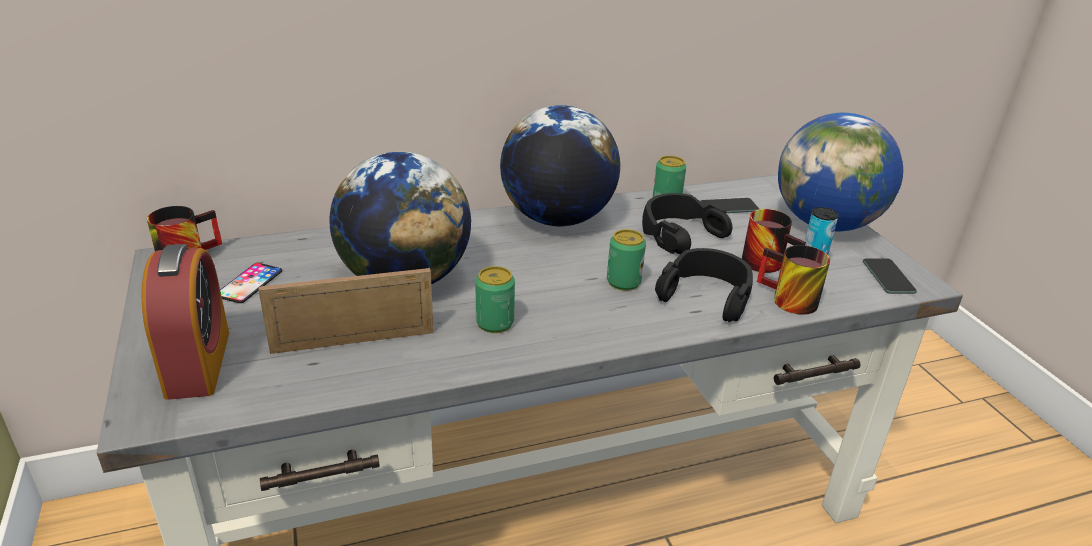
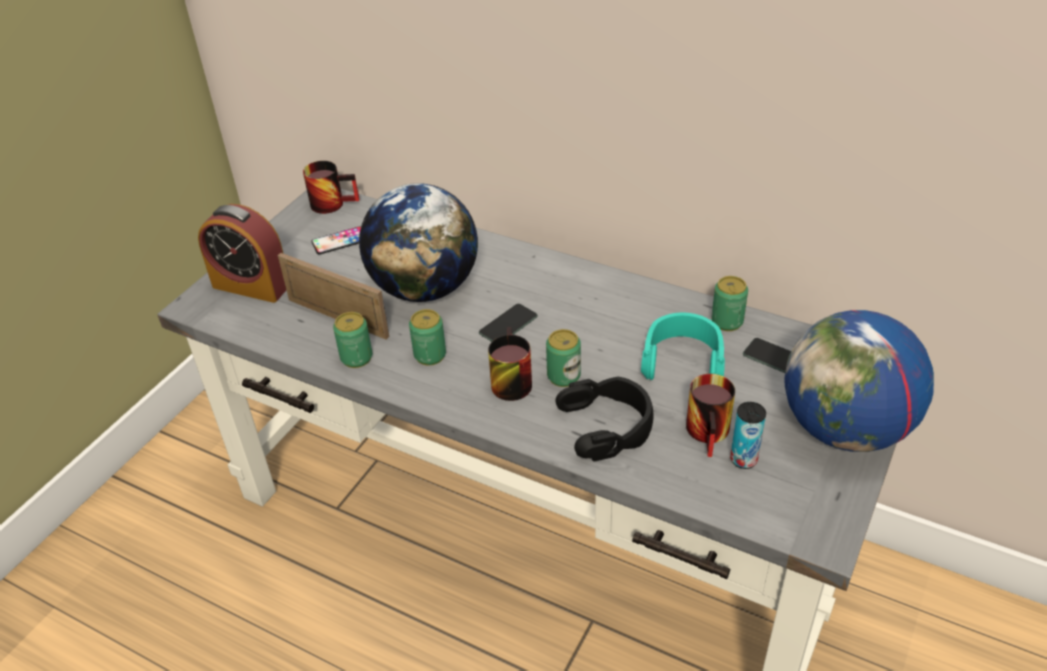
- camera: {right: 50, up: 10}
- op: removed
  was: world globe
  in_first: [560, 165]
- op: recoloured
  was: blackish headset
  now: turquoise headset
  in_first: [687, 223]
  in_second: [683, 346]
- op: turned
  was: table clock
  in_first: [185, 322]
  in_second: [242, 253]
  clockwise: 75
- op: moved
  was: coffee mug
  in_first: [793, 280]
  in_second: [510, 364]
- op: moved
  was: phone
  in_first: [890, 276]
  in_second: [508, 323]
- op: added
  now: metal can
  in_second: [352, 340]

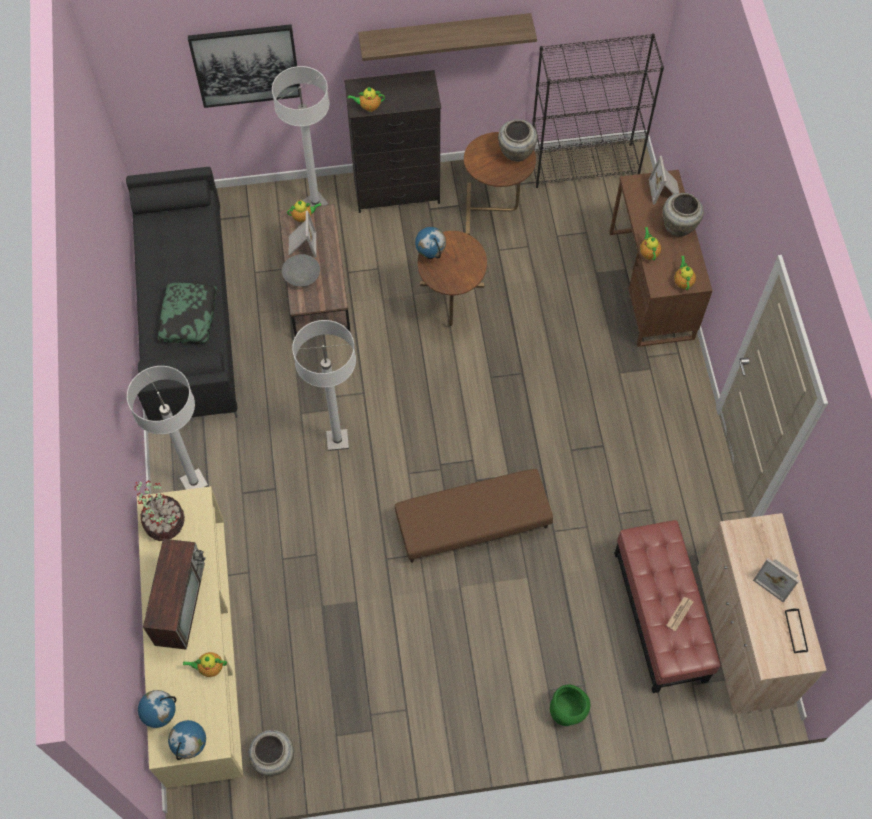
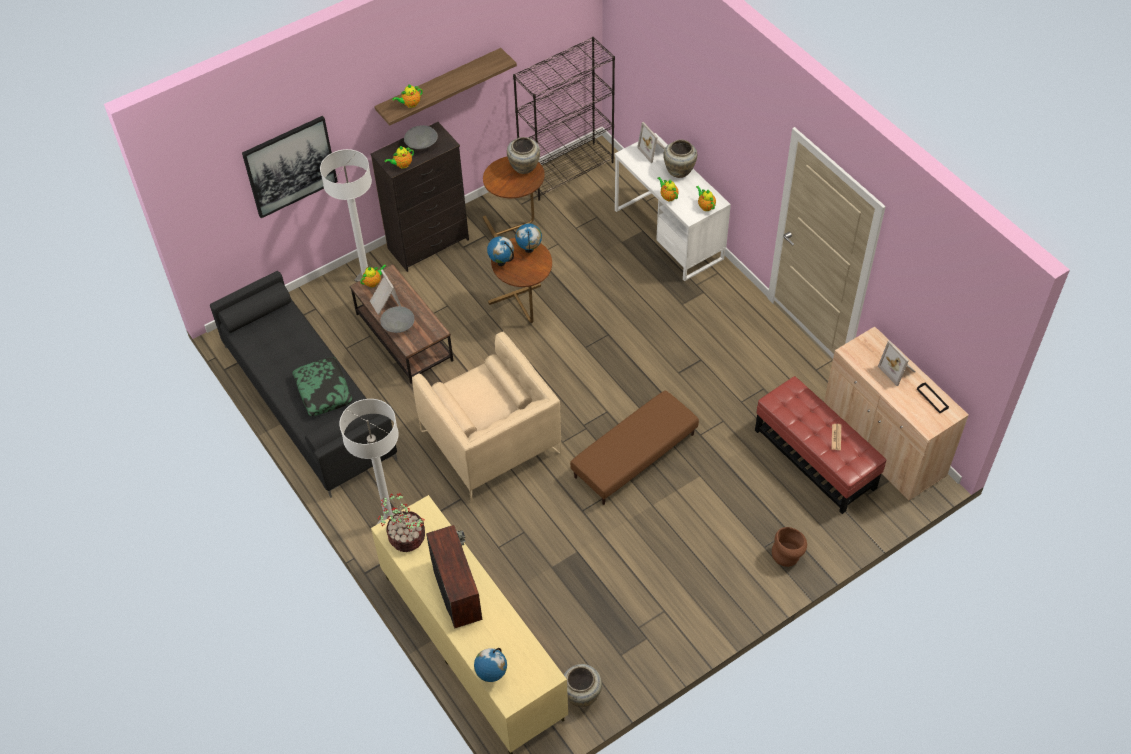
- camera: {right: -25, up: -10}
- op: recoloured
  was: brownish desk table
  now: white desk table
  in_first: [660, 258]
  in_second: [672, 207]
- op: replaced
  was: white standard lamp
  now: beige lounge chair
  in_first: [324, 385]
  in_second: [486, 417]
- op: turned
  was: standing frame
  in_first: [776, 580]
  in_second: [896, 363]
  clockwise: 45
- op: moved
  was: pot for tea
  in_first: [205, 664]
  in_second: [407, 96]
- op: recoloured
  was: green flower vase
  now: brownish flower vase
  in_first: [570, 705]
  in_second: [789, 547]
- op: moved
  was: world globe
  in_first: [187, 740]
  in_second: [528, 238]
- op: added
  now: greyish deep dish
  in_second: [421, 137]

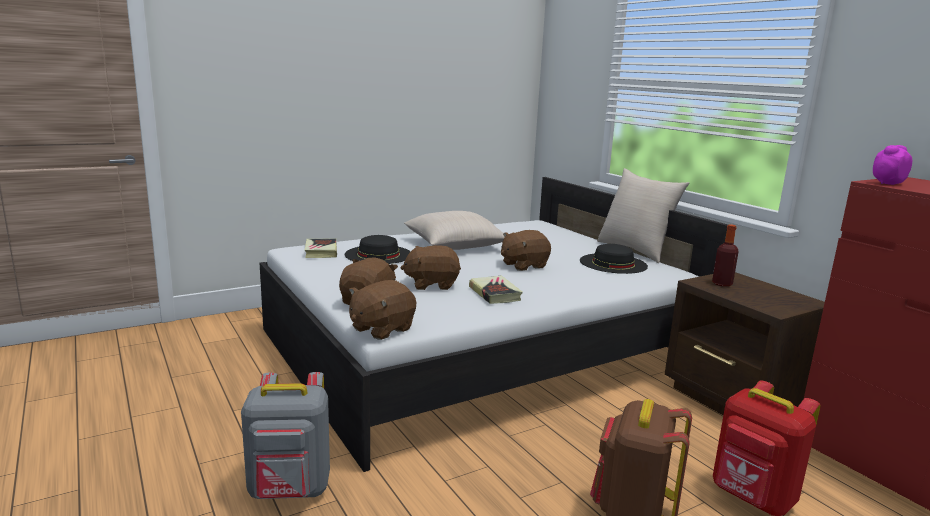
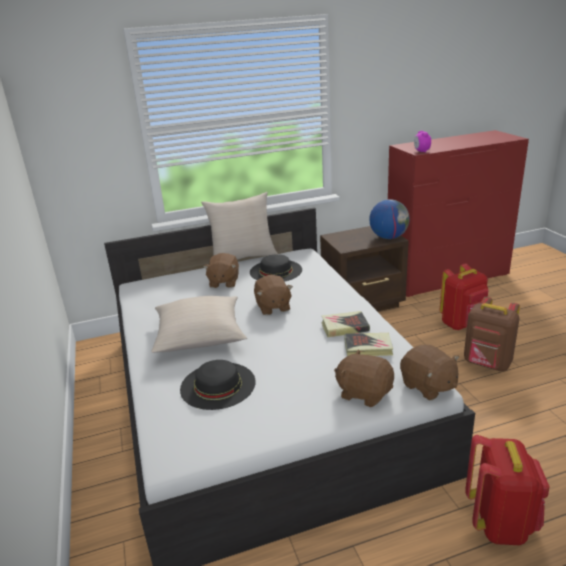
- camera: {right: -75, up: 10}
- op: removed
  was: bottle
  in_first: [725, 255]
- op: moved
  was: book
  in_first: [321, 248]
  in_second: [368, 344]
- op: moved
  was: brownish cuddly toy
  in_first: [430, 267]
  in_second: [221, 270]
- op: recoloured
  was: greyish knapsack
  now: red-coloured knapsack
  in_first: [285, 435]
  in_second: [507, 490]
- op: added
  now: world globe
  in_second: [389, 219]

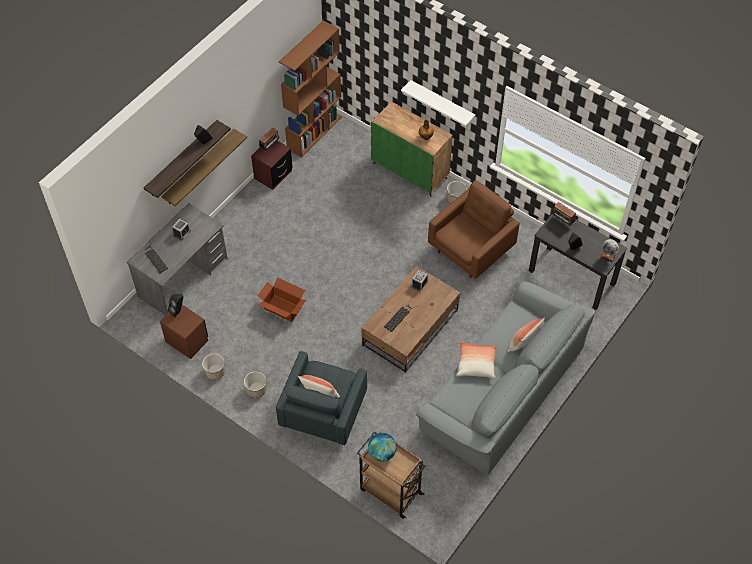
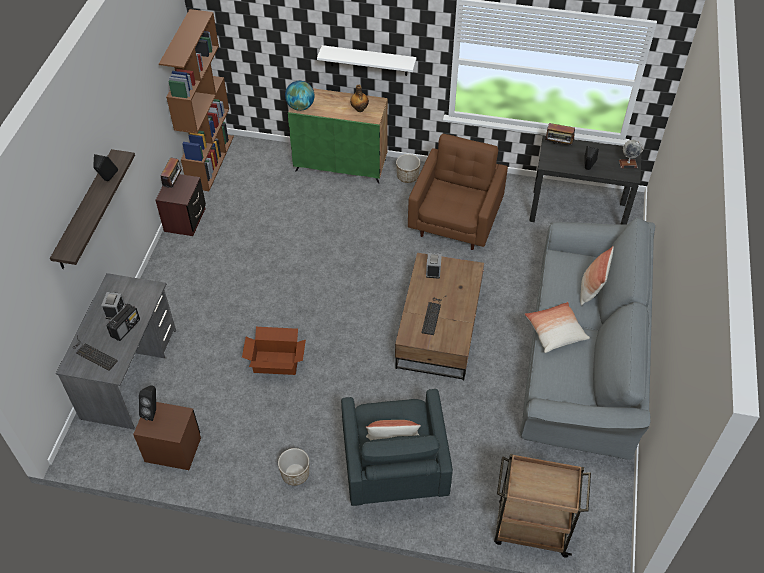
- camera: {right: -25, up: -5}
- op: removed
  was: shelf
  in_first: [204, 167]
- op: removed
  was: plant pot
  in_first: [213, 366]
- op: moved
  was: world globe
  in_first: [382, 447]
  in_second: [300, 96]
- op: added
  now: radio receiver
  in_second: [123, 322]

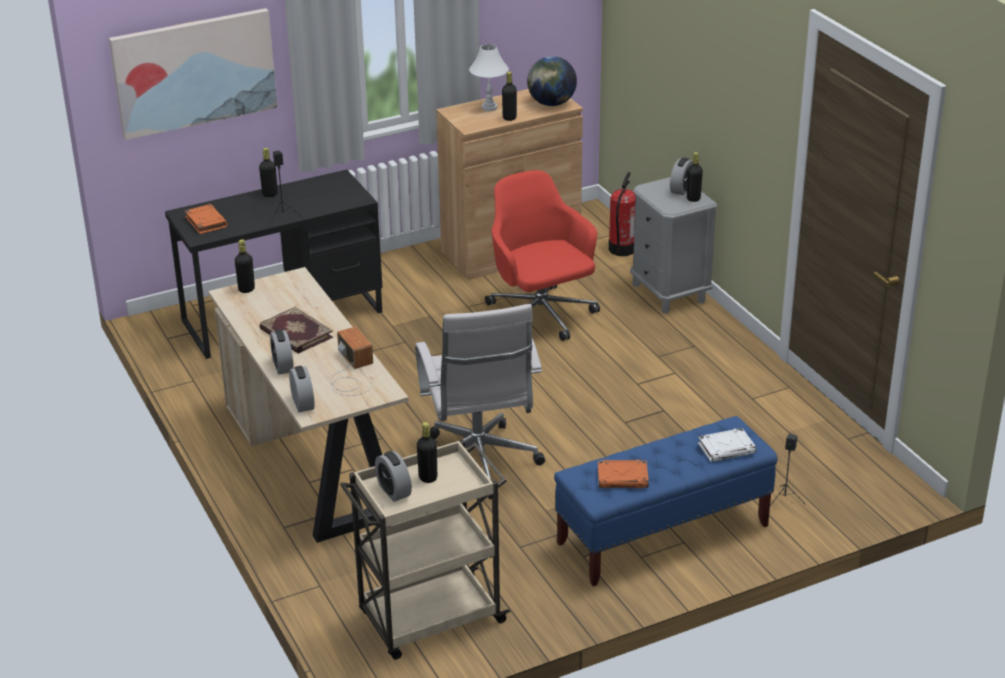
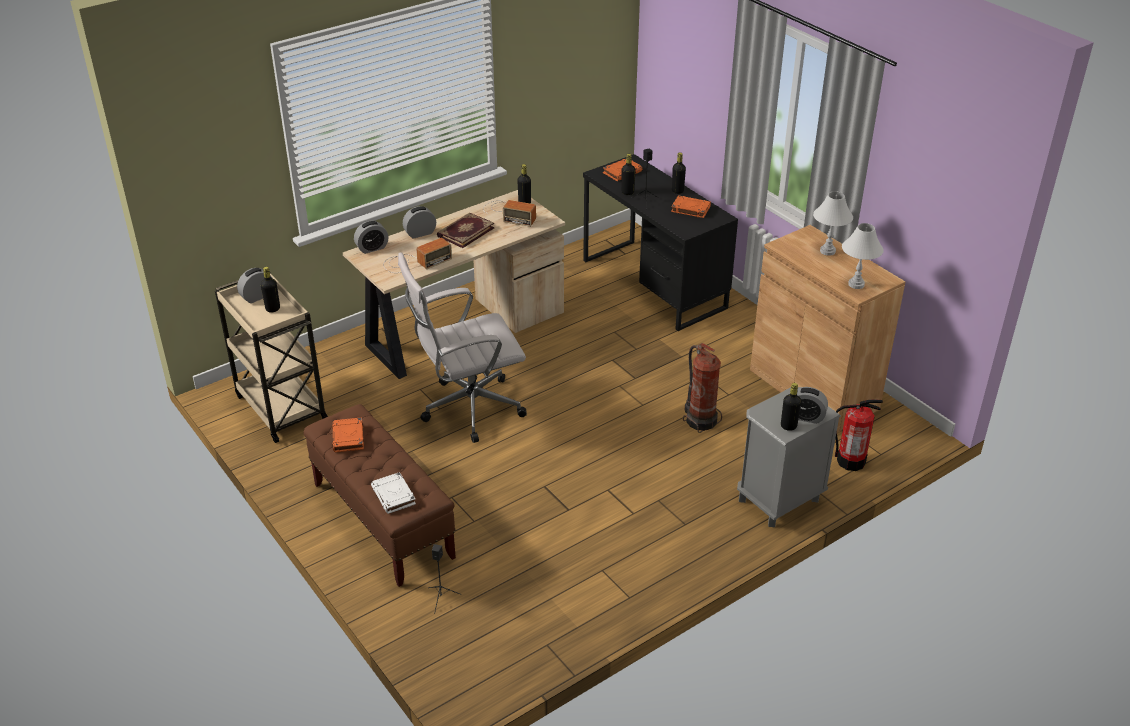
- camera: {right: 80, up: 5}
- op: removed
  was: wall art
  in_first: [193, 74]
- op: replaced
  was: world globe
  now: white tabletop lamp
  in_first: [552, 81]
  in_second: [863, 256]
- op: moved
  was: blackish bottle
  in_first: [509, 96]
  in_second: [628, 174]
- op: replaced
  was: red-coloured office chair
  now: fire extinguisher
  in_first: [542, 255]
  in_second: [702, 388]
- op: recoloured
  was: blue indoor bench
  now: brownish indoor bench
  in_first: [665, 501]
  in_second: [379, 495]
- op: added
  now: orange book
  in_second: [691, 206]
- op: added
  now: radio receiver
  in_second: [509, 213]

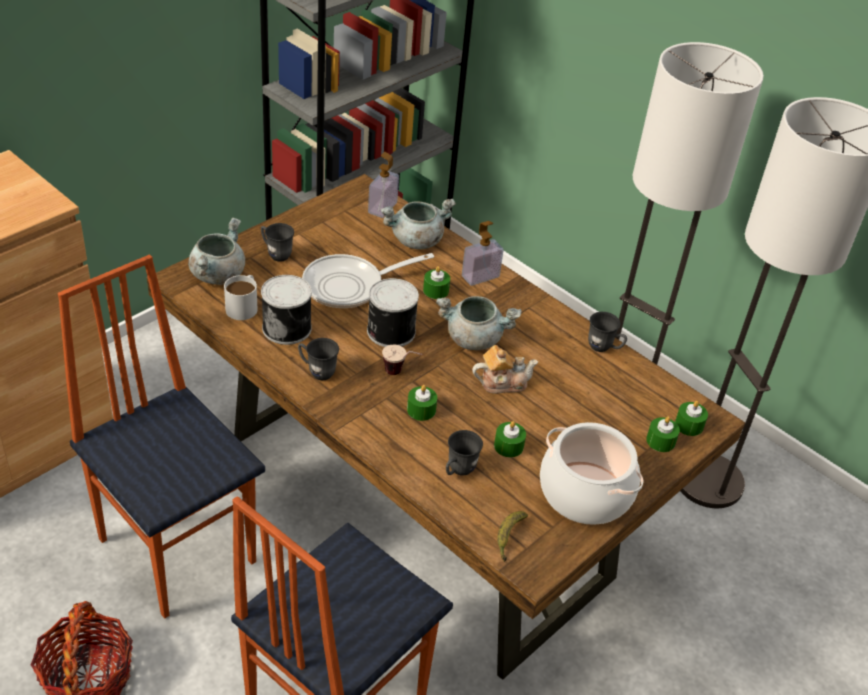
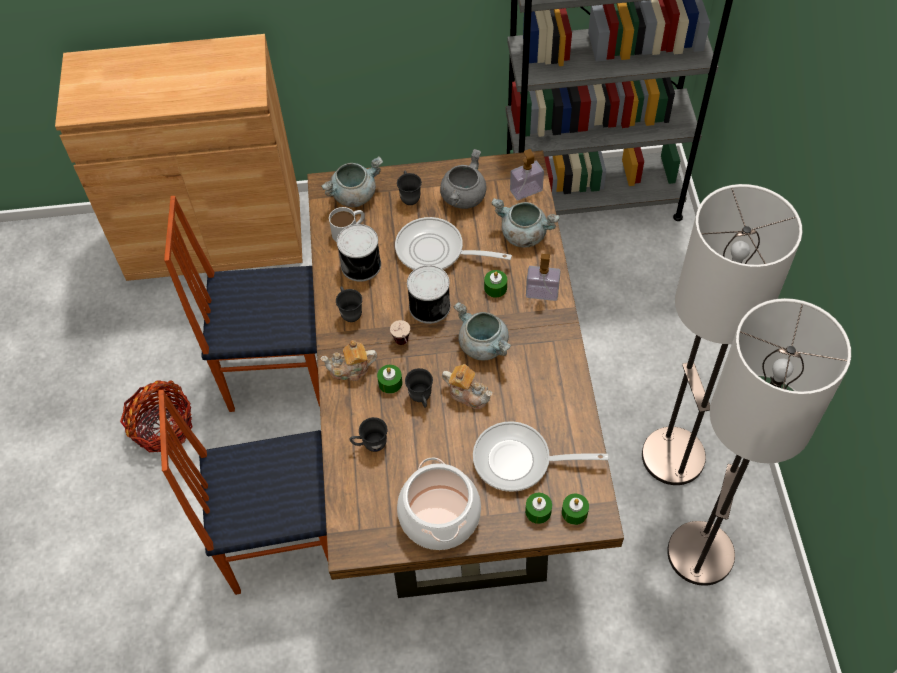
- camera: {right: 45, up: 15}
- op: turned
  was: plain chair
  in_first: [161, 436]
  in_second: [242, 304]
  clockwise: -90
- op: moved
  was: greyish coffee mug
  in_first: [607, 332]
  in_second: [419, 388]
- op: removed
  was: green candle
  in_first: [510, 439]
- op: removed
  was: banana
  in_first: [512, 536]
- op: added
  now: greyish cooking pot
  in_second: [463, 179]
- op: added
  now: pot for tea
  in_second: [348, 360]
- op: added
  now: frying pan
  in_second: [540, 456]

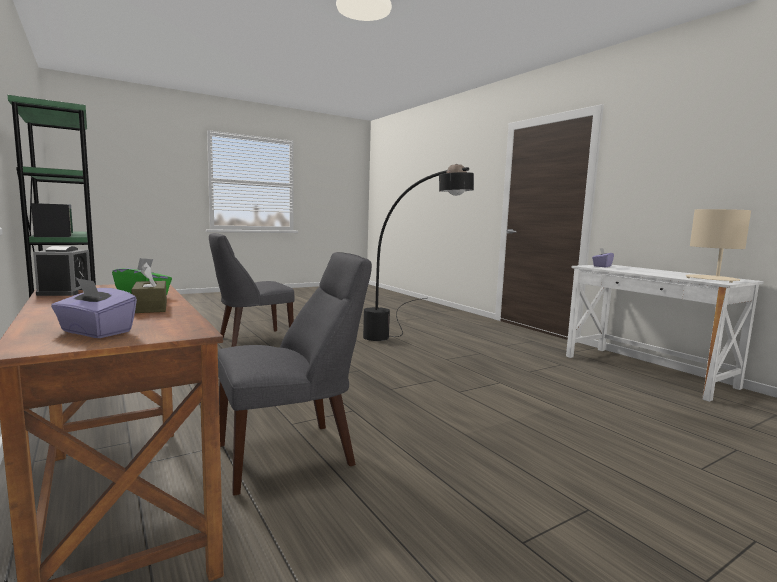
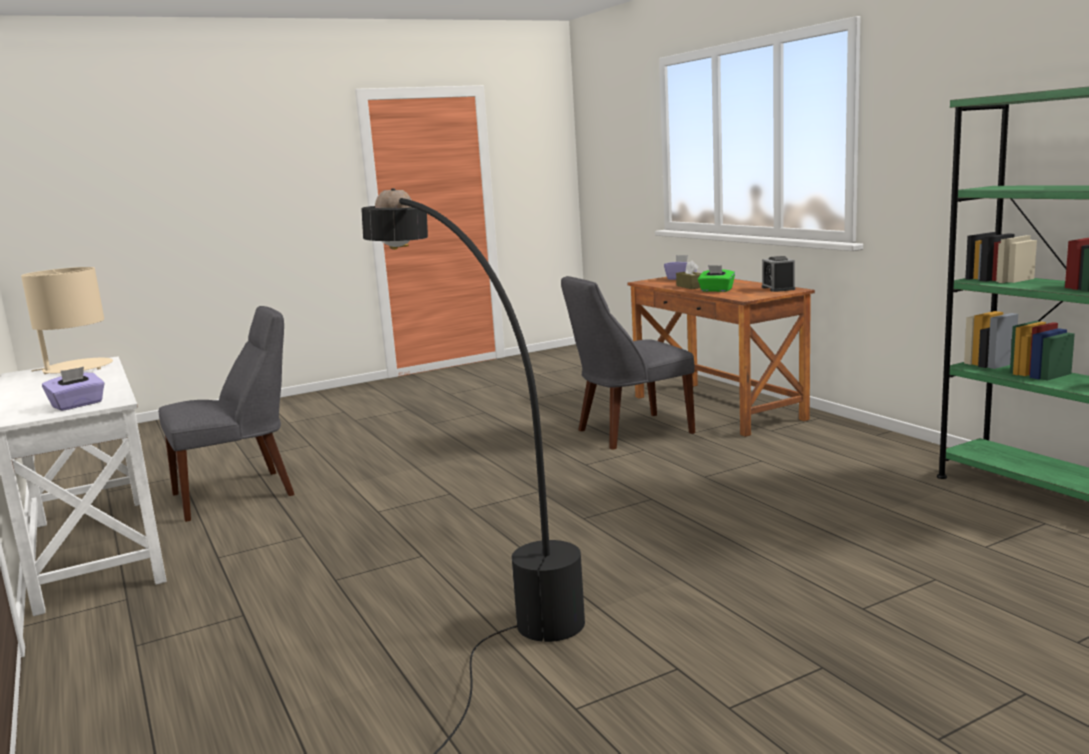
- camera: {right: -175, up: 5}
- op: moved
  was: greyish plain chair
  in_first: [252, 290]
  in_second: [226, 414]

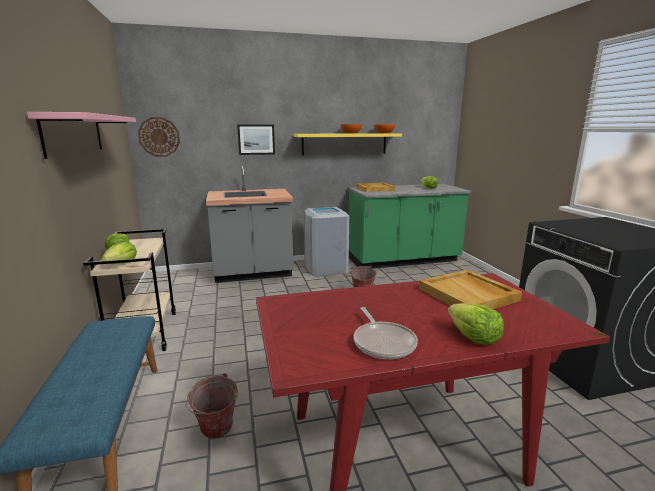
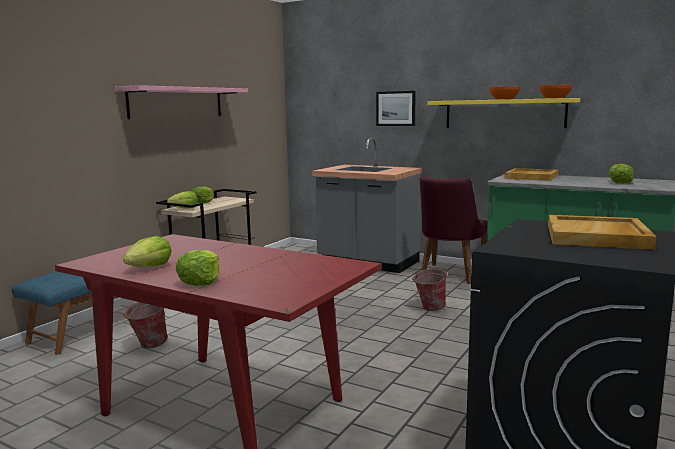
- camera: {right: 45, up: -5}
- op: removed
  was: clock on the wall
  in_first: [159, 137]
- op: replaced
  was: greyish rubbish bin
  now: purple plain chair
  in_first: [326, 242]
  in_second: [453, 230]
- op: moved
  was: beige carrying tray
  in_first: [470, 289]
  in_second: [602, 232]
- op: replaced
  was: frying pan
  now: lettuce
  in_first: [386, 333]
  in_second: [147, 251]

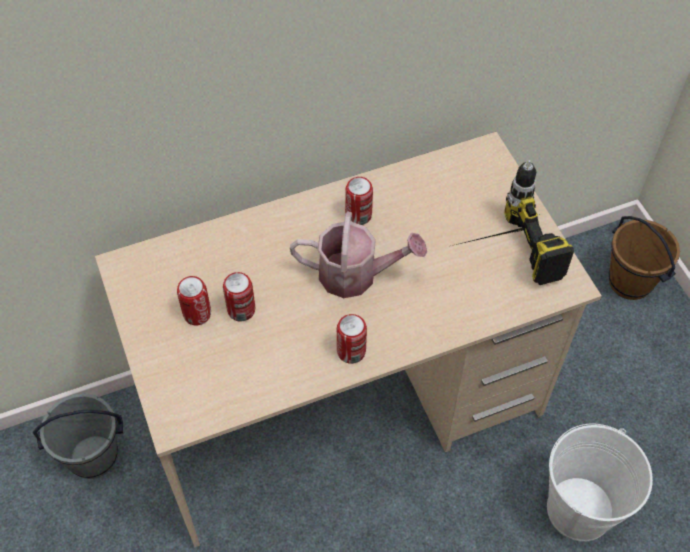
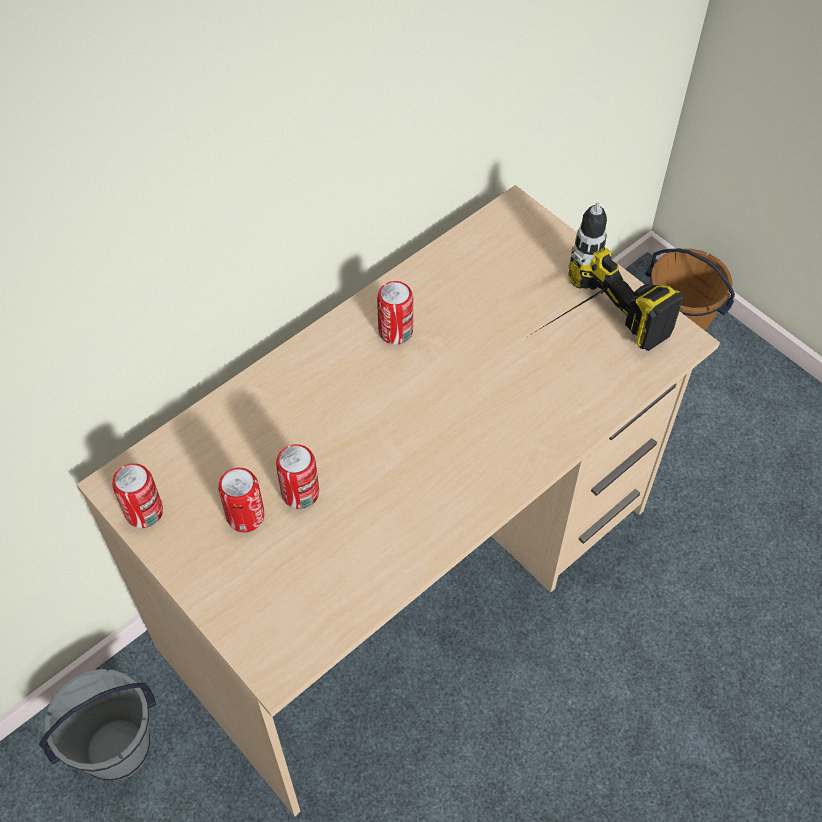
- camera: {right: -20, up: 0}
- op: removed
  was: watering pot
  in_first: [358, 255]
- op: moved
  was: metal can
  in_first: [352, 339]
  in_second: [138, 495]
- op: removed
  was: white pail
  in_first: [600, 483]

